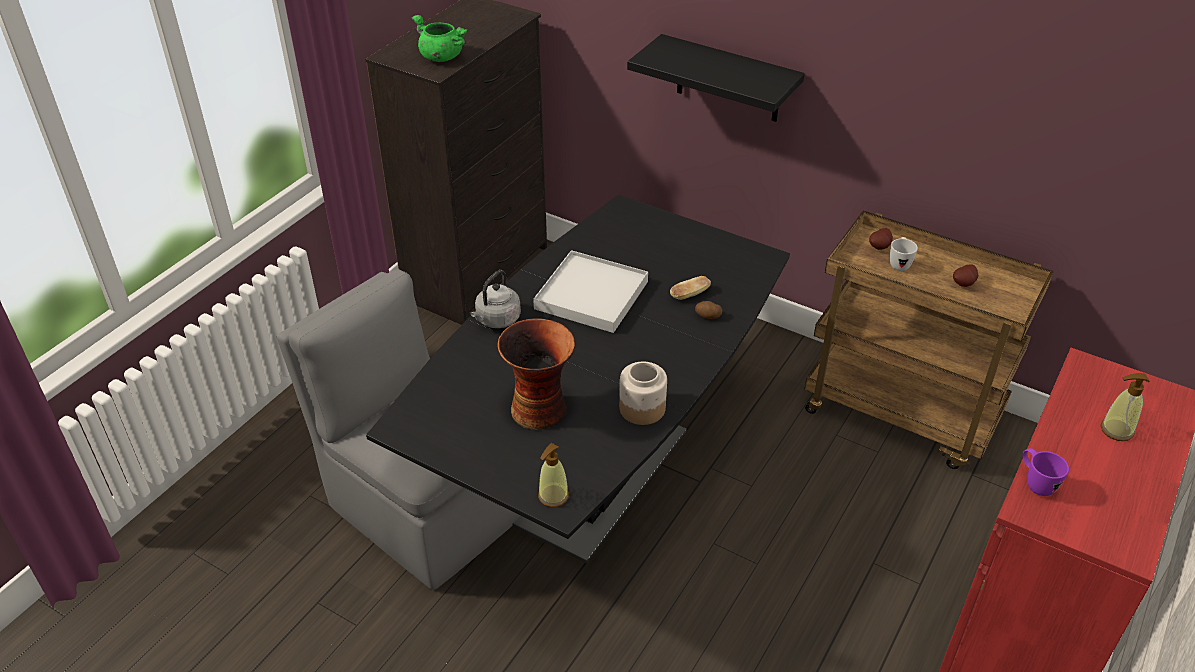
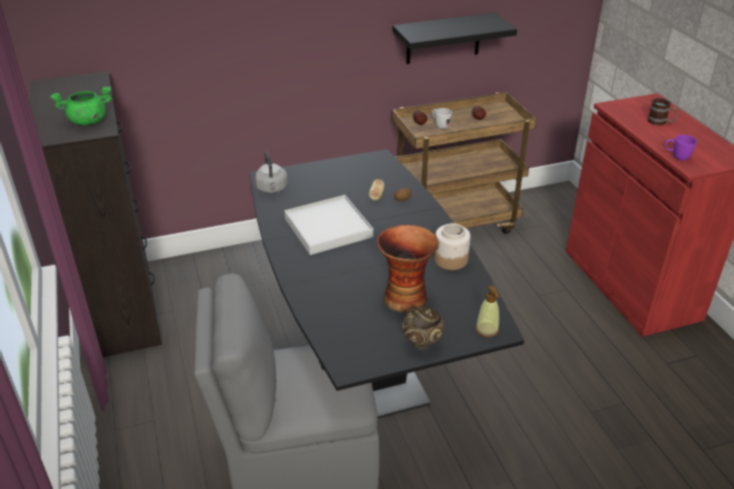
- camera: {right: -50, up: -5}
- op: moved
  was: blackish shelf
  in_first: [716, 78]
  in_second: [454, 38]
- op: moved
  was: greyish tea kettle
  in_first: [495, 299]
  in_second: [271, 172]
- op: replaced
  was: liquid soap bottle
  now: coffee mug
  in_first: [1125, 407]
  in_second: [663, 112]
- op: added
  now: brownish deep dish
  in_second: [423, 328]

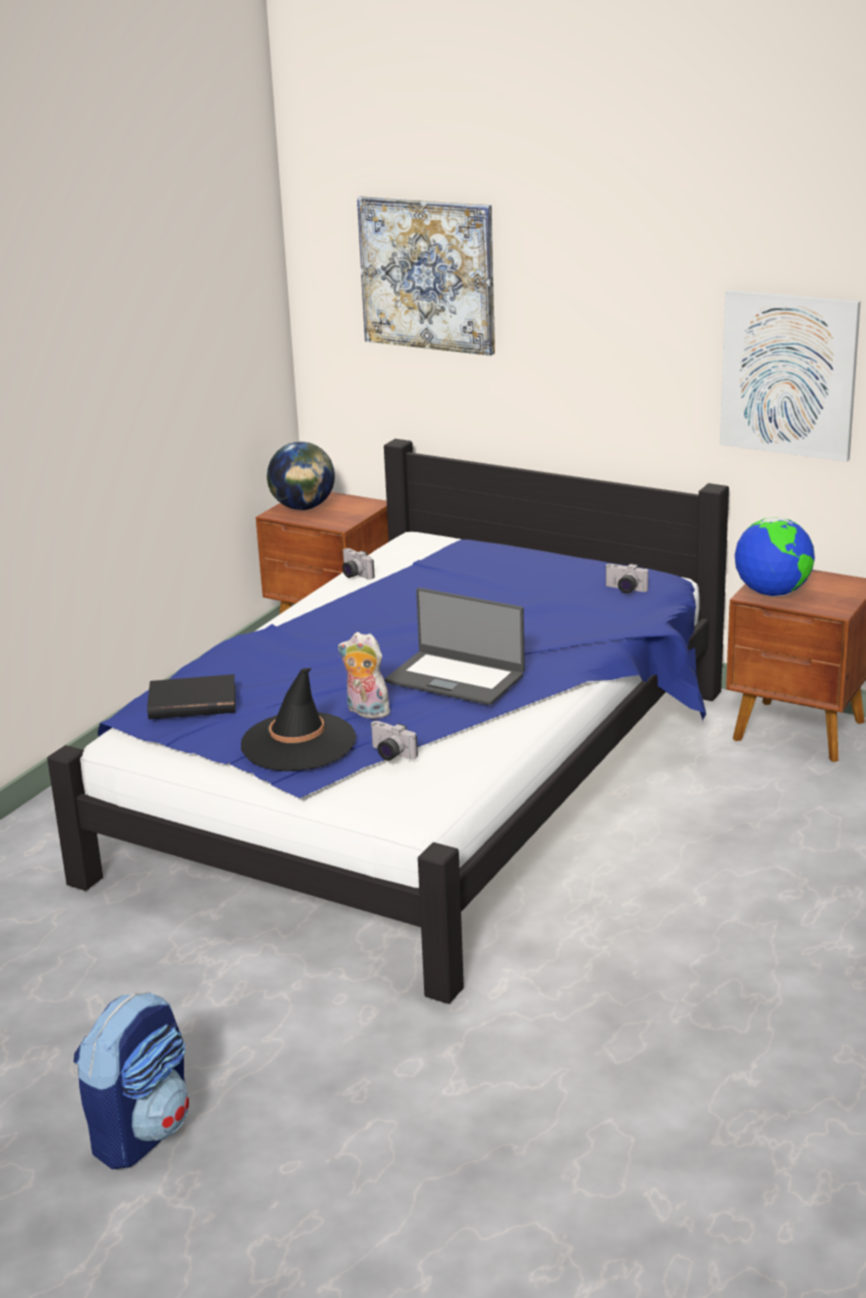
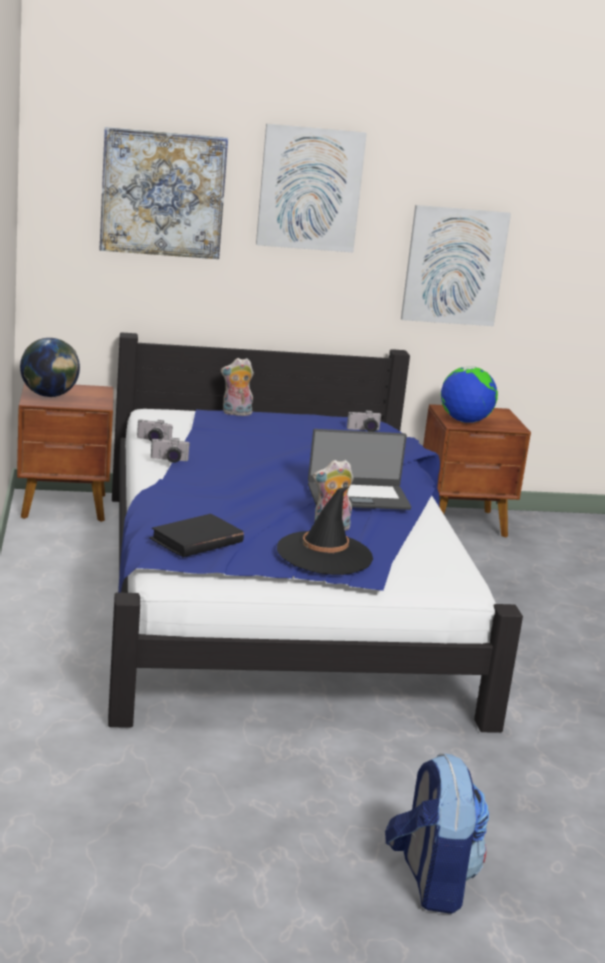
- camera: {right: -40, up: -5}
- op: moved
  was: still camera
  in_first: [394, 741]
  in_second: [170, 450]
- op: added
  now: wall art
  in_second: [311, 187]
- op: added
  now: cuddly toy
  in_second: [237, 387]

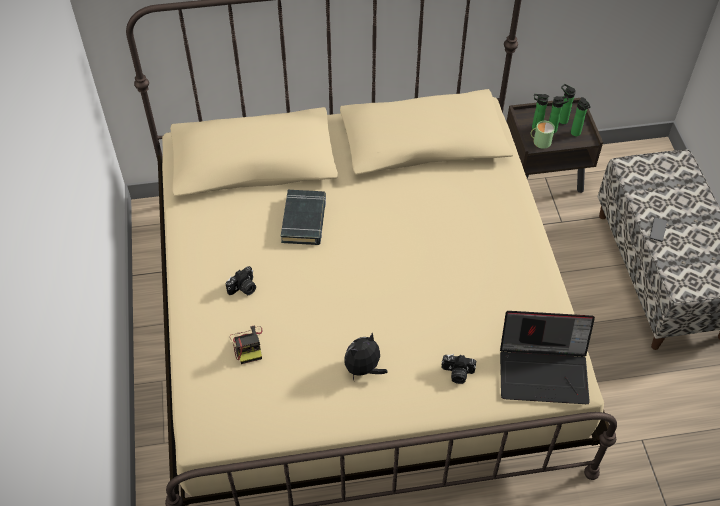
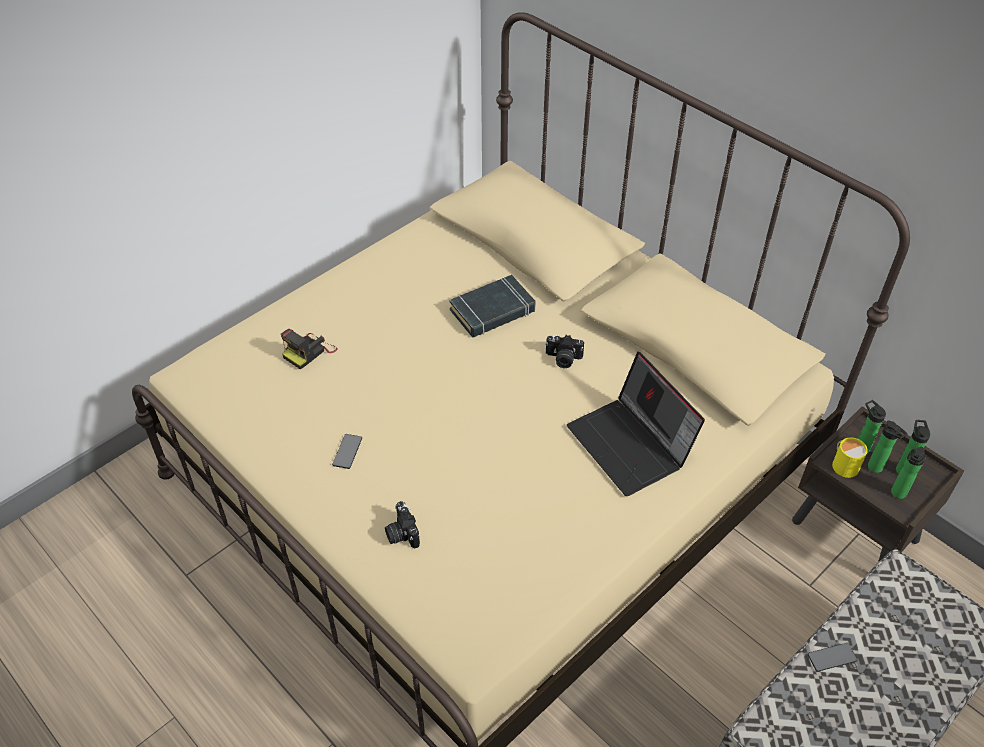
- camera: {right: 55, up: -5}
- op: recoloured
  was: green coffee mug
  now: yellowish coffee mug
  in_first: [543, 135]
  in_second: [850, 457]
- op: moved
  was: still camera
  in_first: [241, 280]
  in_second: [564, 351]
- op: moved
  was: notebook computer
  in_first: [547, 357]
  in_second: [636, 424]
- op: replaced
  was: cuddly toy
  now: phone
  in_first: [365, 356]
  in_second: [347, 451]

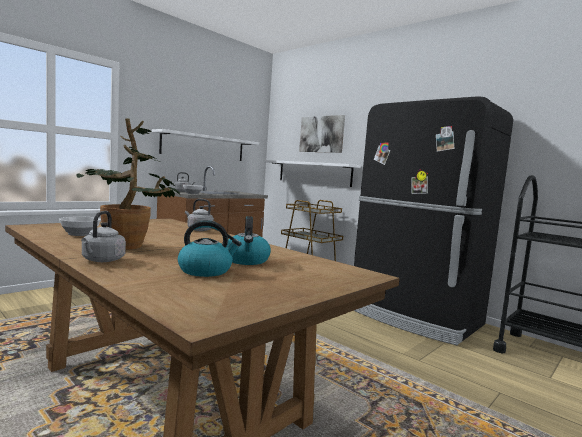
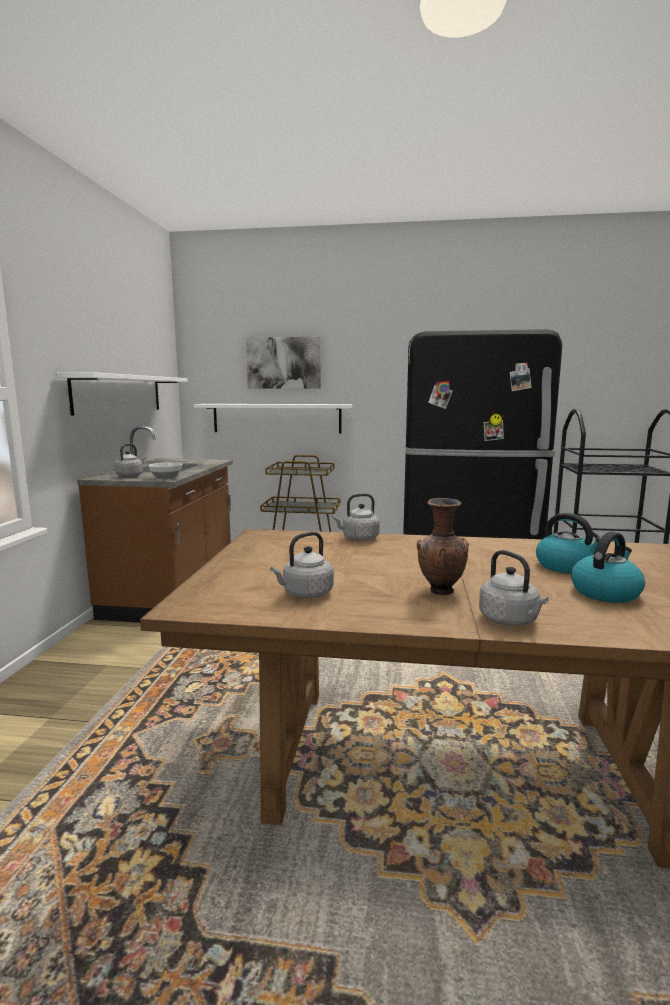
- camera: {right: -35, up: 5}
- op: replaced
  was: plant in a pot
  now: brownish flower vase
  in_first: [129, 184]
  in_second: [443, 546]
- op: replaced
  was: deep dish
  now: greyish tea kettle
  in_first: [80, 226]
  in_second: [302, 565]

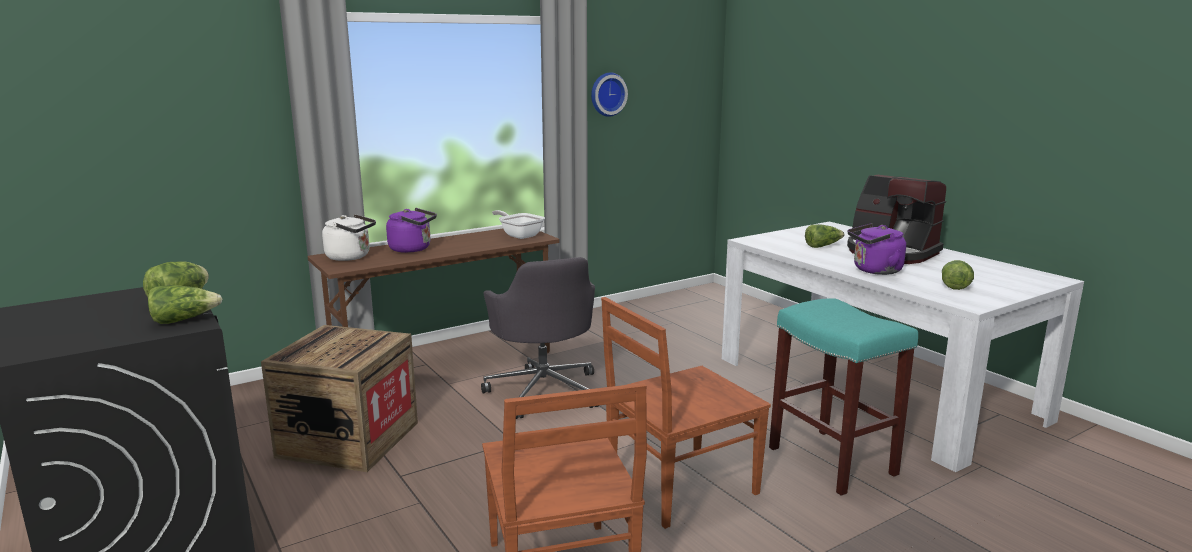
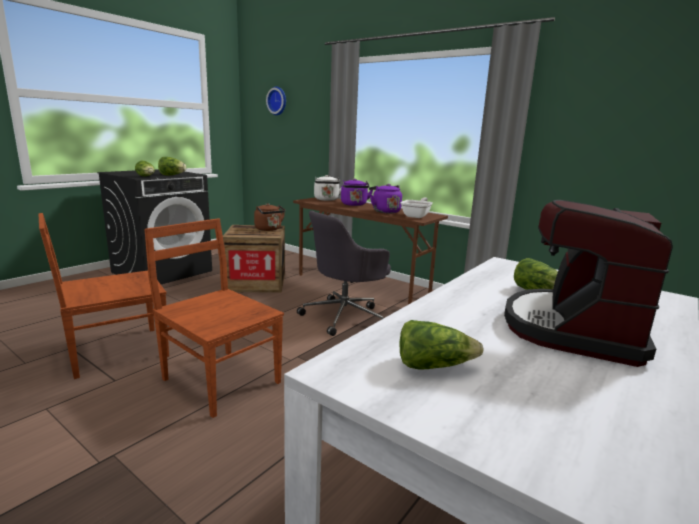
- camera: {right: 70, up: 0}
- op: moved
  was: clock on the wall
  in_first: [609, 94]
  in_second: [276, 100]
- op: moved
  was: purple tea kettle
  in_first: [877, 249]
  in_second: [385, 198]
- op: removed
  was: turquoise sitting stool
  in_first: [843, 397]
- op: added
  now: brownish tea kettle
  in_second: [269, 217]

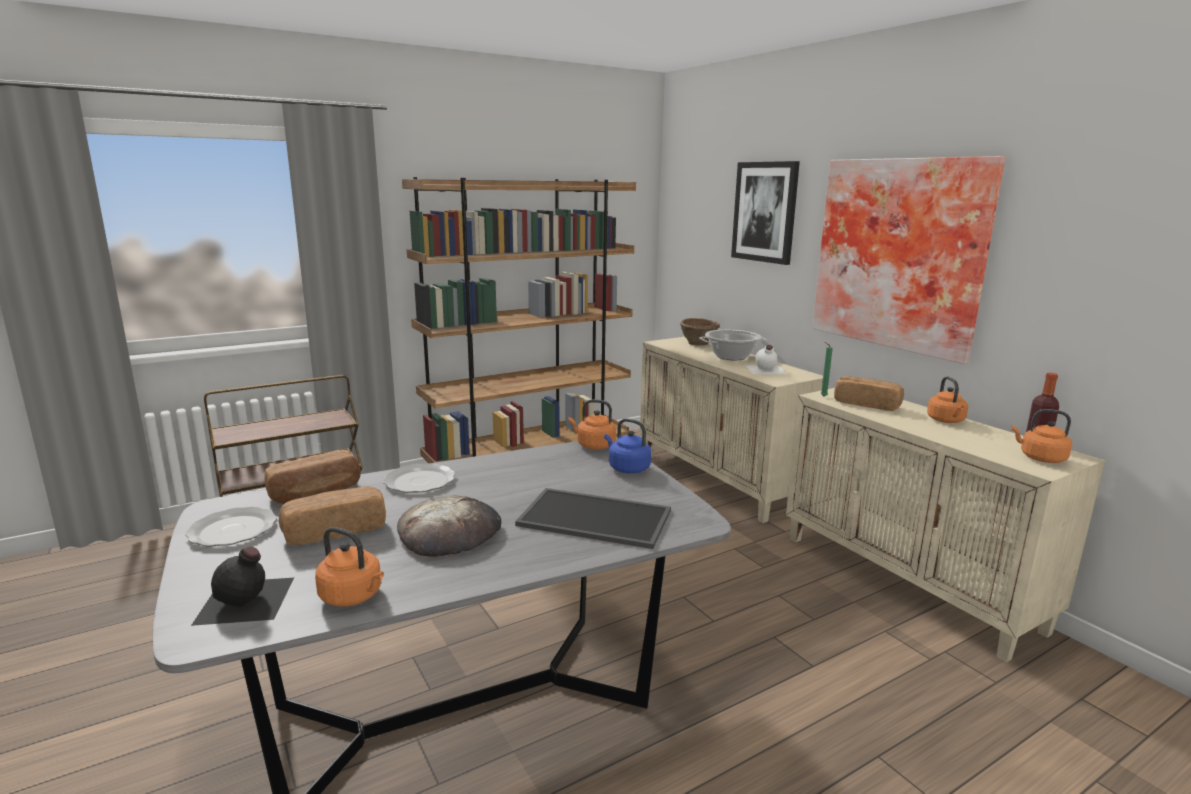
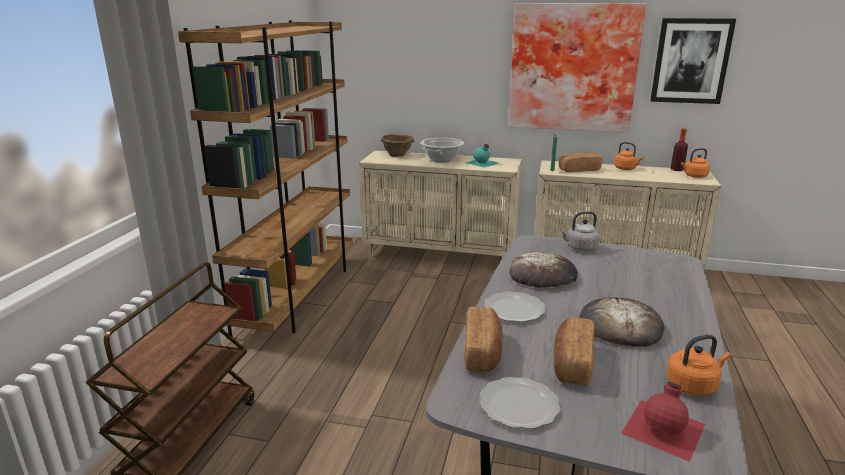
- camera: {right: -45, up: 5}
- op: moved
  was: wall art
  in_first: [765, 213]
  in_second: [693, 61]
- op: recoloured
  was: white bottle
  now: turquoise bottle
  in_first: [766, 359]
  in_second: [482, 156]
- op: removed
  was: orange tea kettle
  in_first: [592, 424]
- op: recoloured
  was: blue tea kettle
  now: greyish tea kettle
  in_first: [627, 446]
  in_second: [579, 231]
- op: removed
  was: carrying tray
  in_first: [593, 518]
- op: recoloured
  was: blackish bottle
  now: red-coloured bottle
  in_first: [242, 586]
  in_second: [663, 422]
- op: added
  now: baked bread
  in_second: [543, 269]

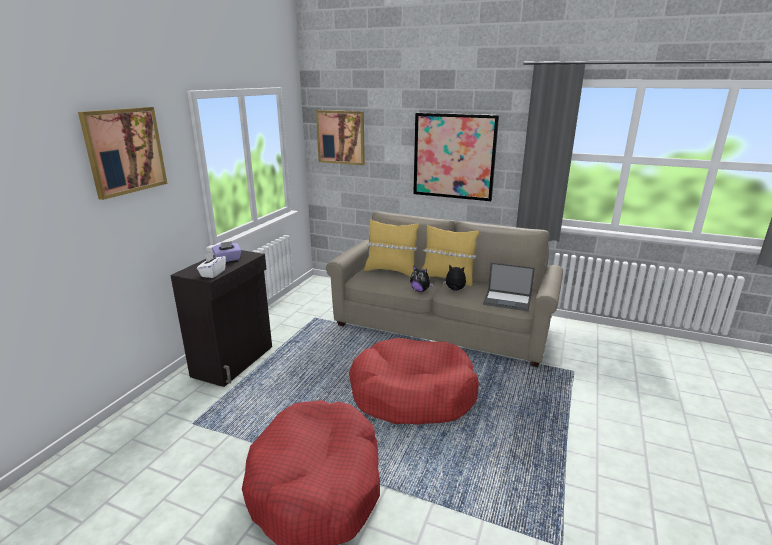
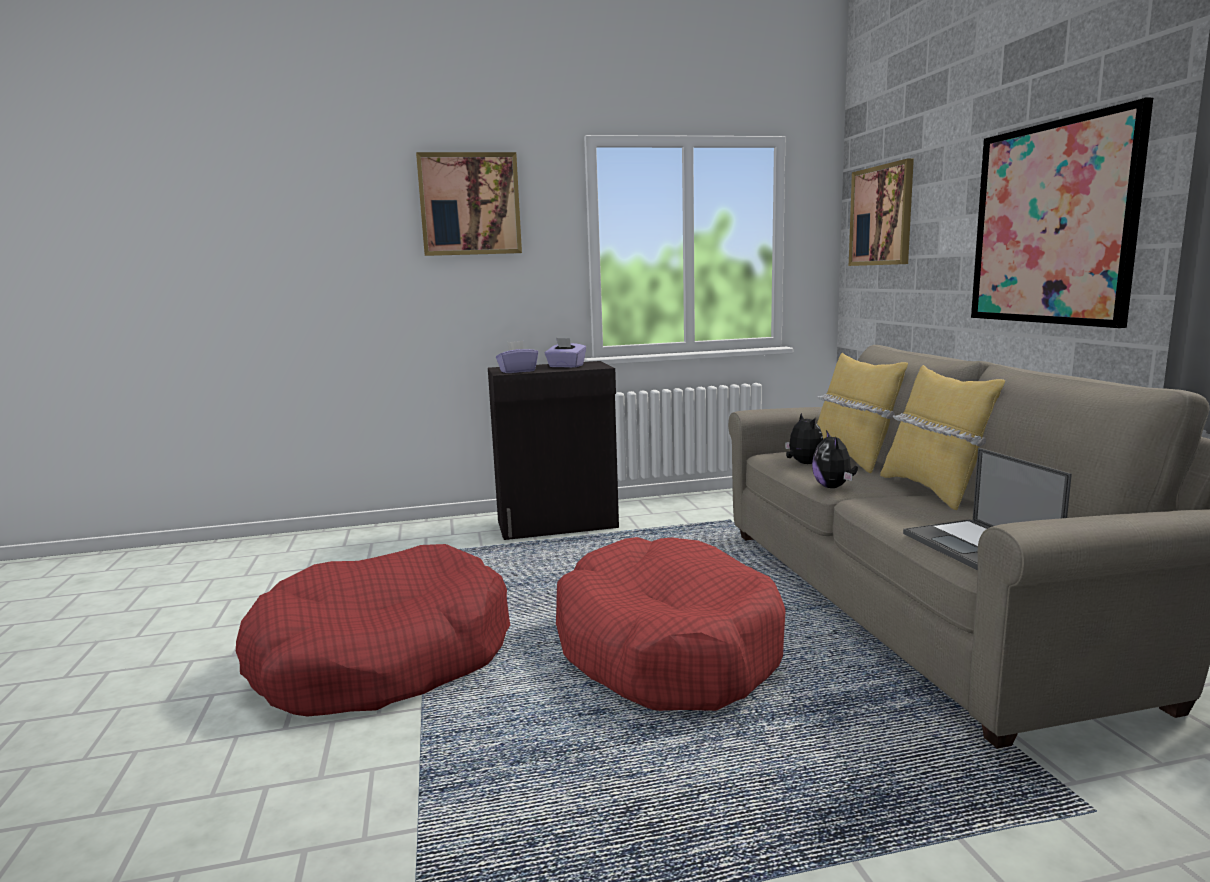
- camera: {right: 55, up: -10}
- op: recoloured
  was: white tissue box
  now: purple tissue box
  in_first: [211, 265]
  in_second: [517, 357]
- op: moved
  was: cuddly toy
  in_first: [454, 277]
  in_second: [804, 438]

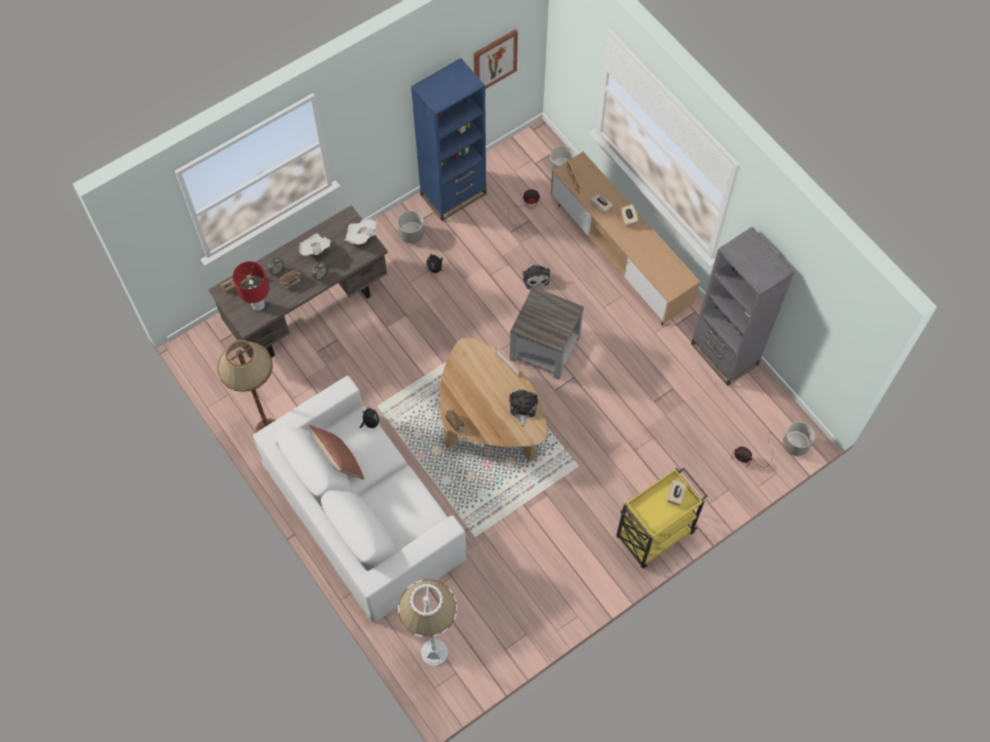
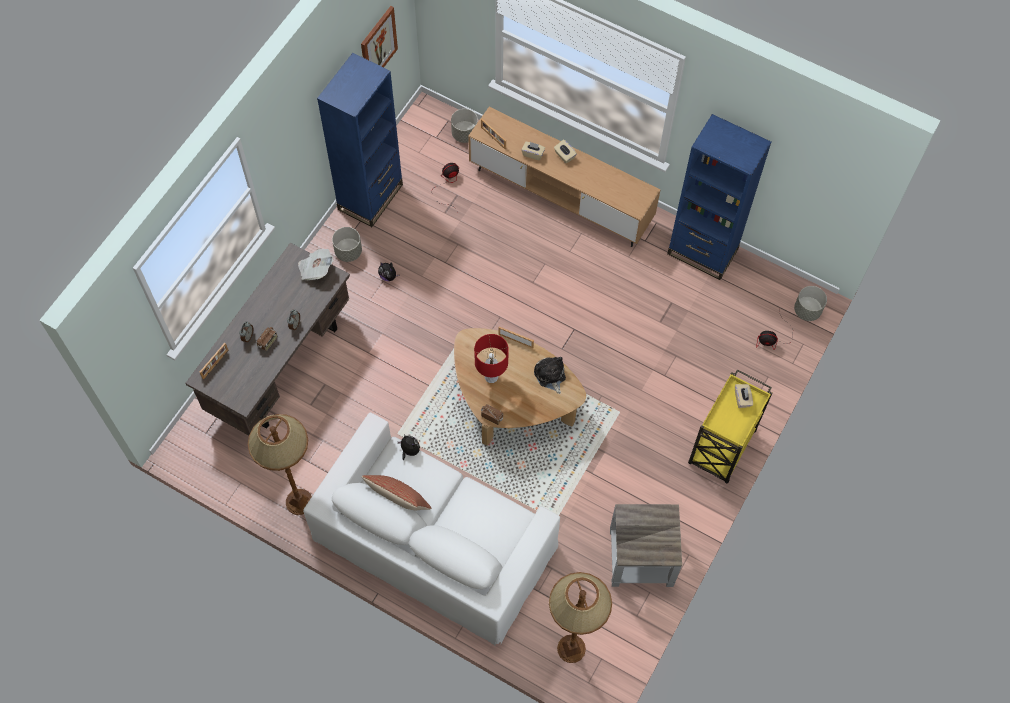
- camera: {right: -25, up: 0}
- op: recoloured
  was: greyish bookshelf
  now: blue bookshelf
  in_first: [743, 306]
  in_second: [719, 197]
- op: removed
  was: newspaper
  in_first: [315, 245]
- op: moved
  was: red-coloured tabletop lamp
  in_first: [251, 286]
  in_second: [491, 358]
- op: removed
  was: cuddly toy
  in_first: [536, 275]
- op: moved
  was: greyish side table
  in_first: [547, 333]
  in_second: [646, 545]
- op: recoloured
  was: white standard lamp
  now: brownish standard lamp
  in_first: [427, 622]
  in_second: [580, 617]

